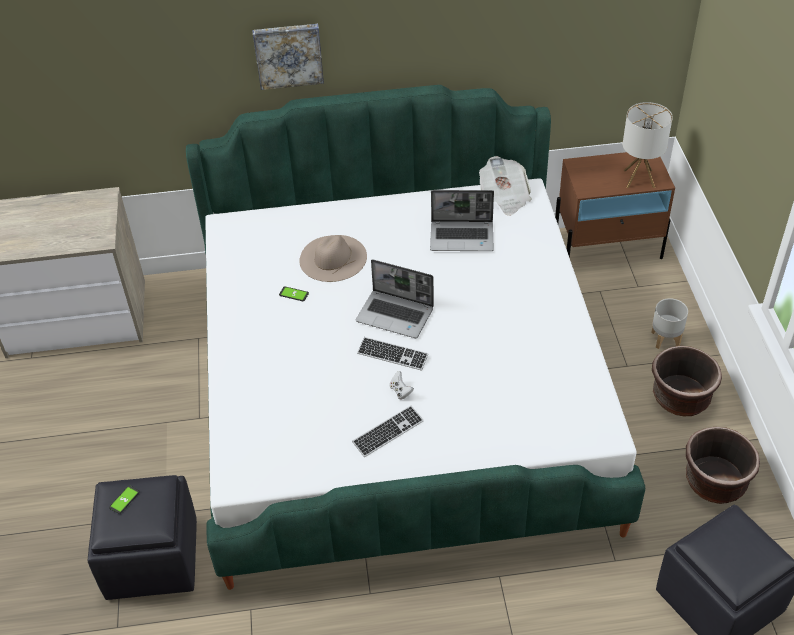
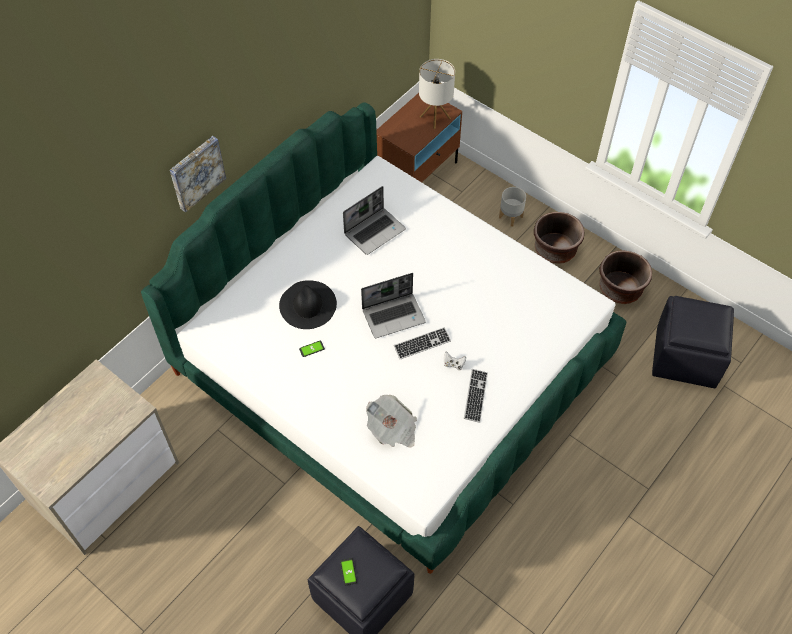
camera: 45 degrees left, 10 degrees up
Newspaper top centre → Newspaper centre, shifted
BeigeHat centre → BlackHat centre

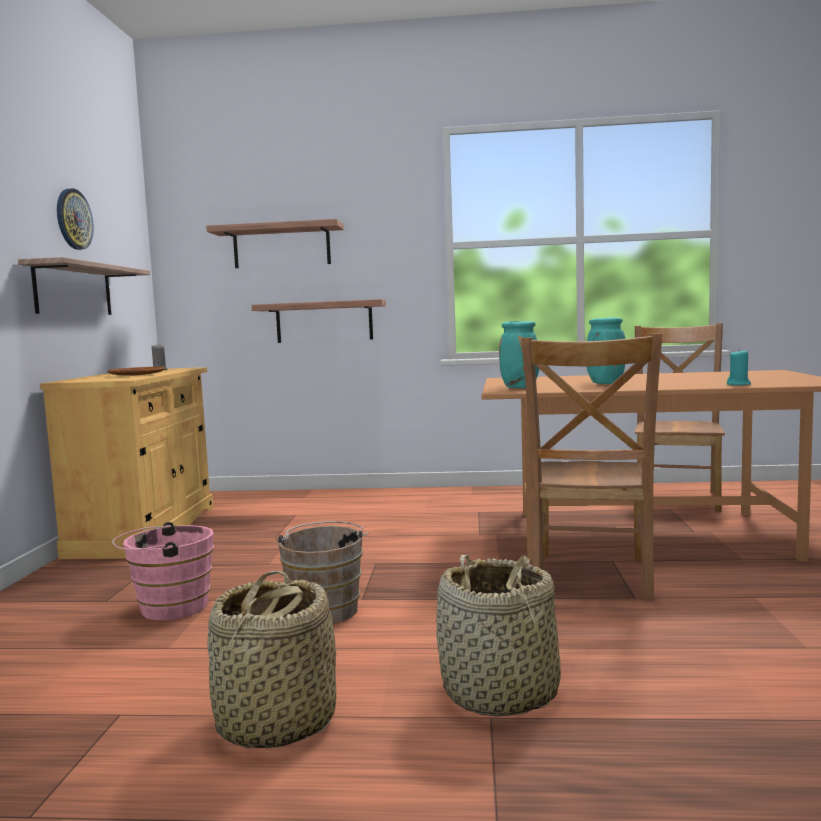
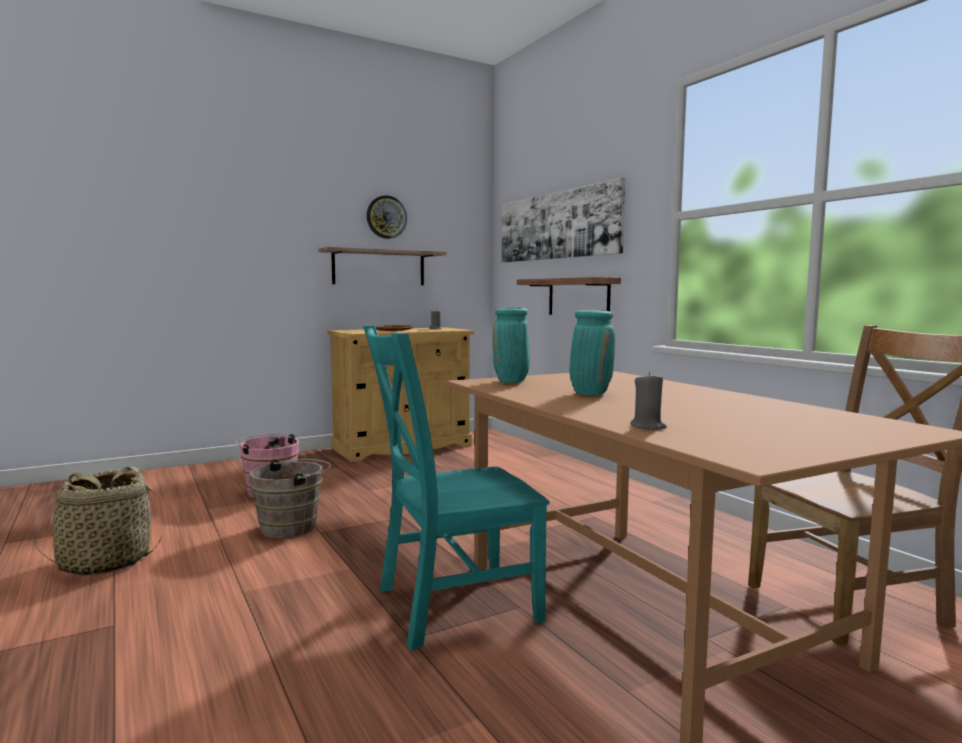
camera: 55 degrees right, 0 degrees up
Shelf (no. 2 from left) top centre → Picture top centre
BrownChair (no. 1 from left) middle right → TurquoiseChair centre
TurquoiseCandle middle right → GreyCandle (no. 2 from left) middle right
Basket (no. 2 from left) bottom centre → -

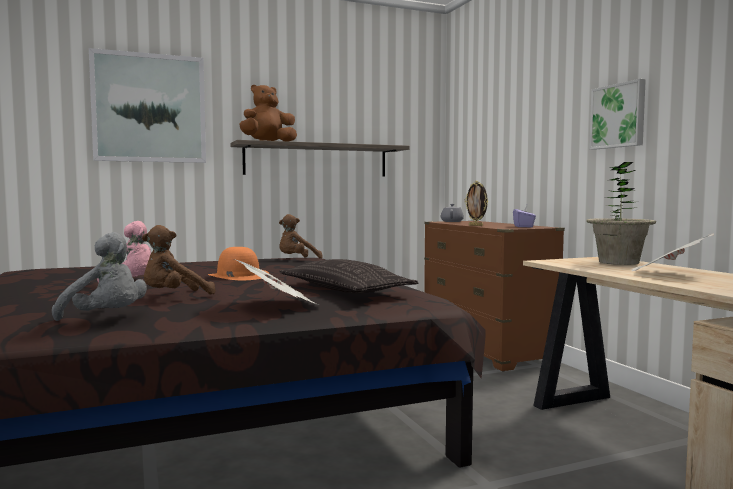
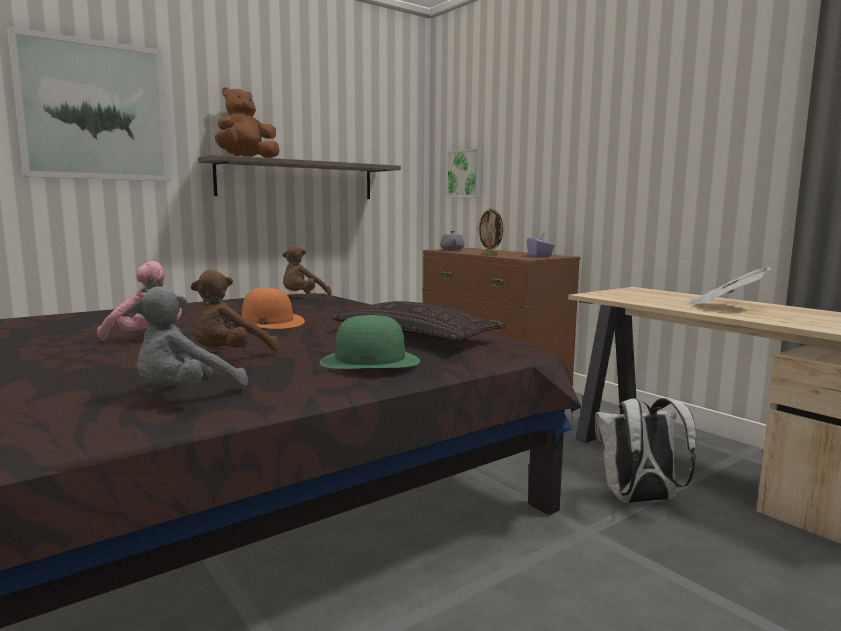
camera: 15 degrees left, 5 degrees up
Picture (no. 2 from left) top right → Picture (no. 2 from left) top centre, shifted
PottedPlant middle right → -
GreyPlushToy middle left, 120 degrees clockwise
Newspaper (no. 1 from left) centre → GreenHat centre
- → WhiteBackpack bottom right

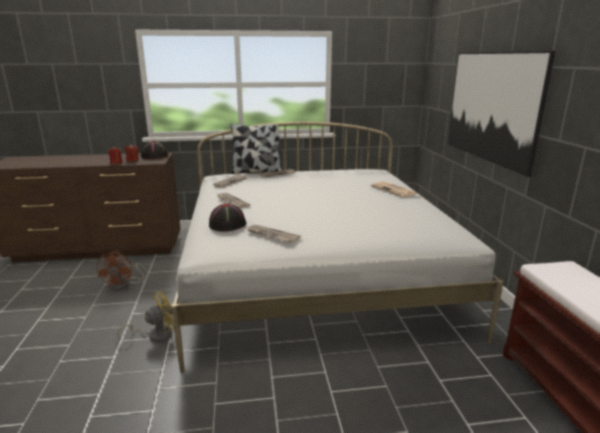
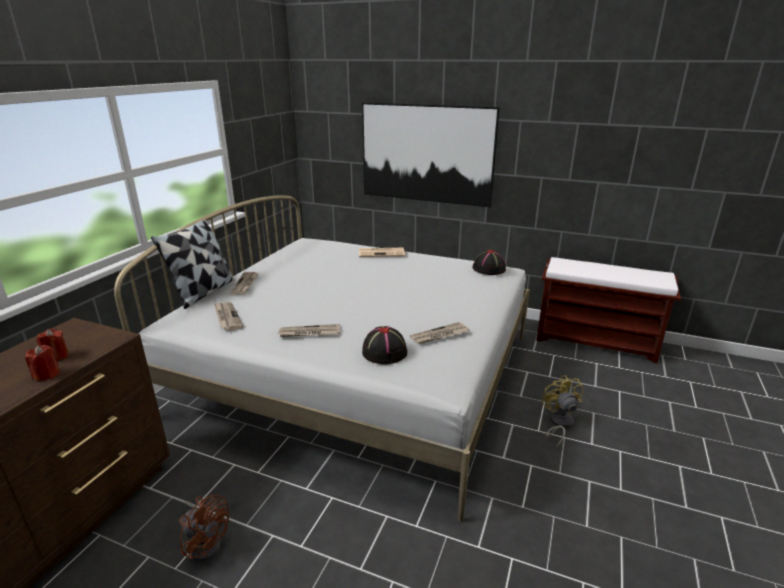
camera: 60 degrees left, 5 degrees up
BlackHat (no. 1 from left in the first image) middle left → BlackHat (no. 2 from left) centre, shifted
YellowFan bottom left → YellowFan bottom right, shifted

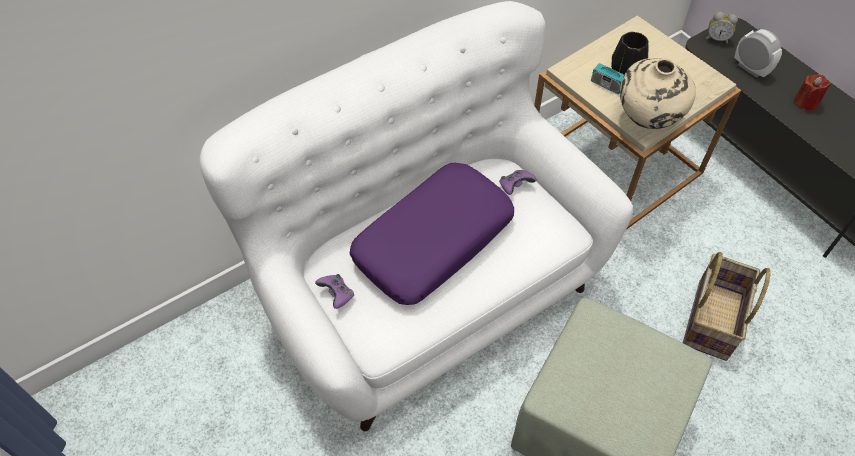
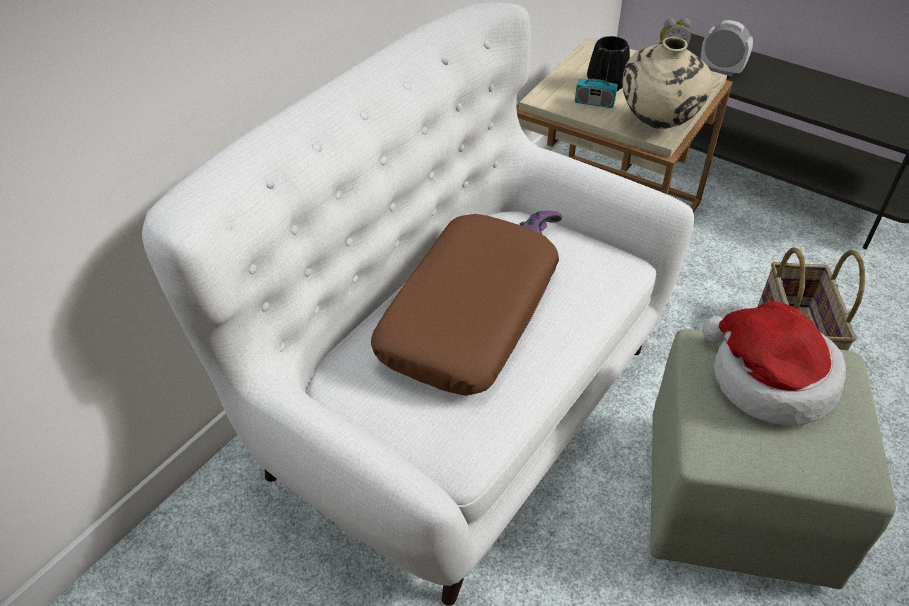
camera: 20 degrees left, 10 degrees down
RedCandle top right → -
PurplePillow centre → BrownPillow centre
PurpleGameController (no. 1 from left) centre → -
- → Hat middle right

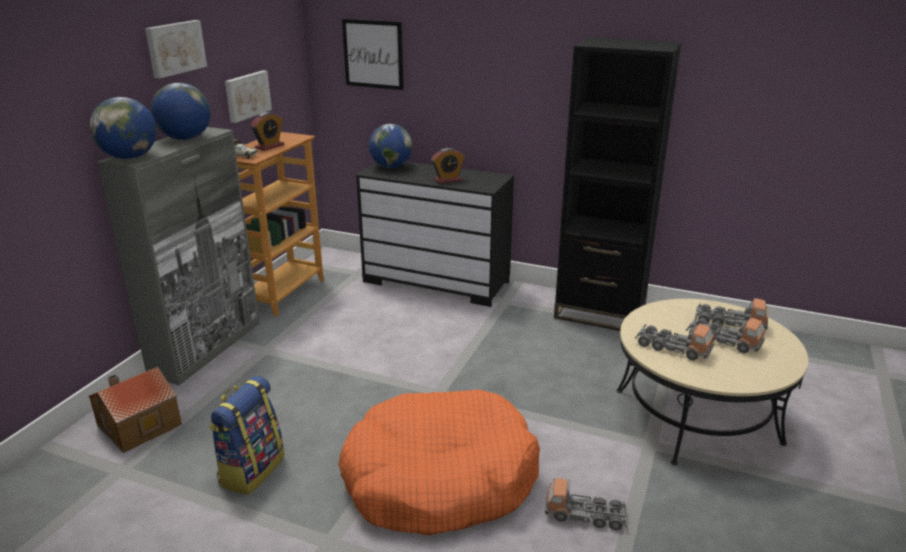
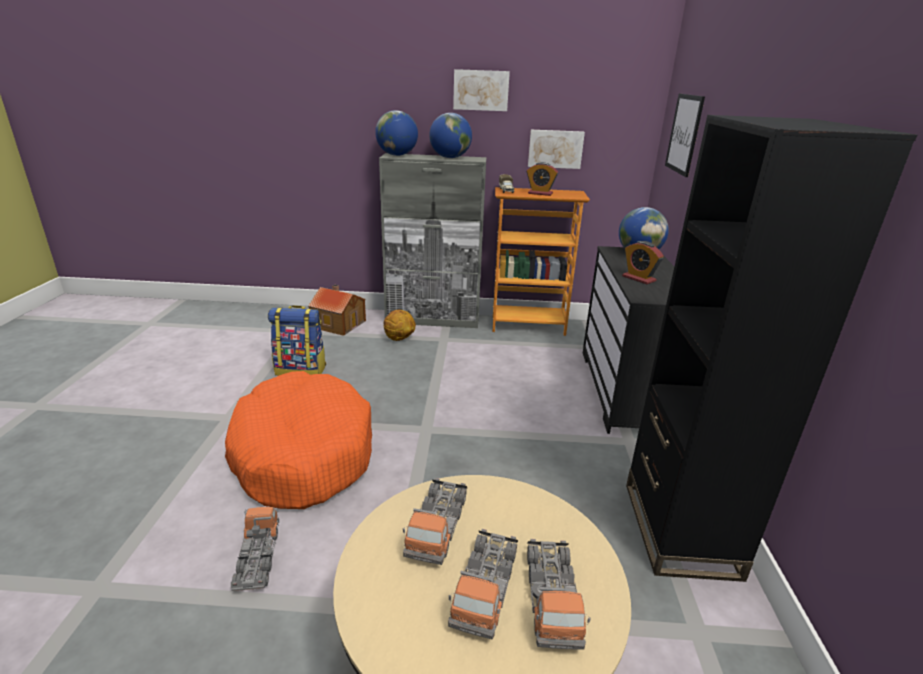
camera: 70 degrees right, 0 degrees up
- → Basketball centre

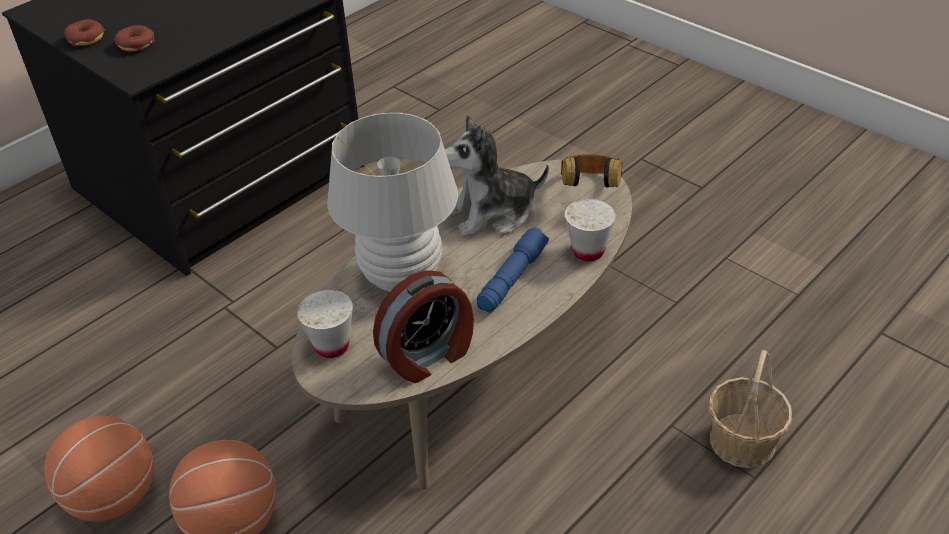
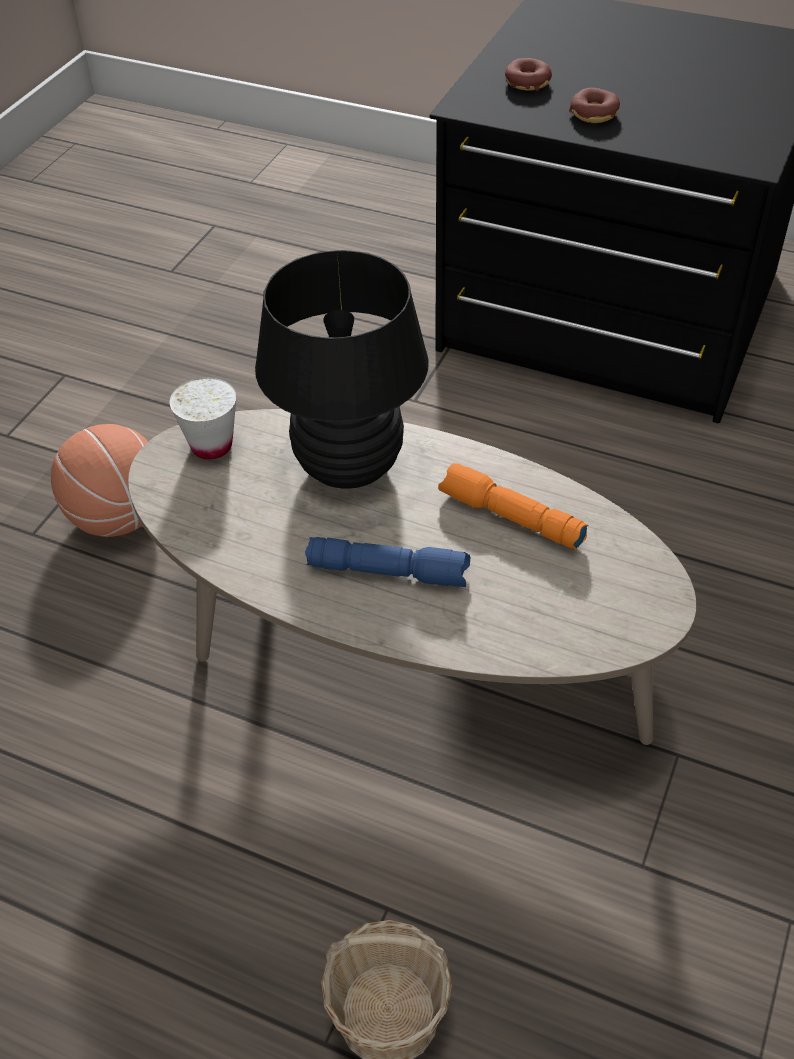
camera: 70 degrees right, 5 degrees up
Donut (no. 1 from left in the first image) top left → Donut (no. 2 from left) top right, shifted
WhiteTableLamp centre → BlackTableLamp centre
PlushToy top centre → OrangeFlashlight centre
Headphones top centre → -
WhiteCup (no. 2 from left) centre → -
AlarmClock centre → -
Basketball (no. 1 from left) bottom left → -

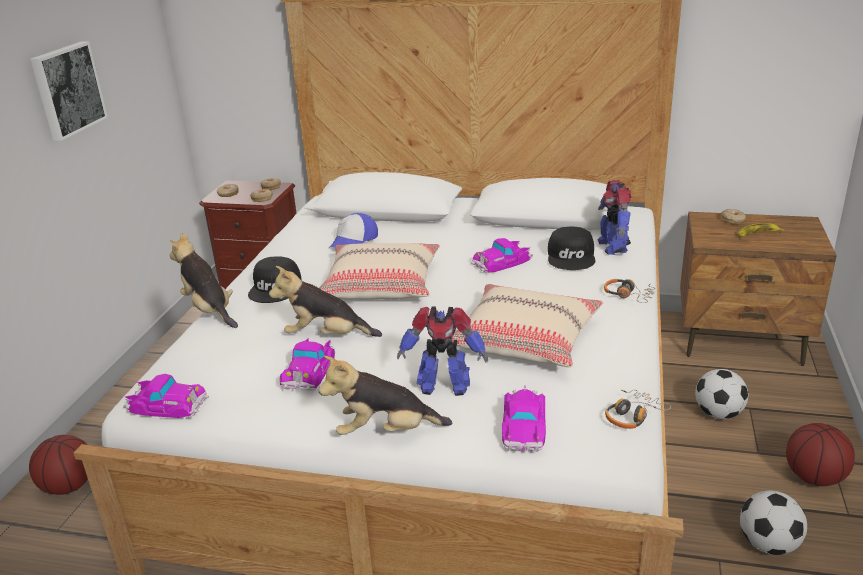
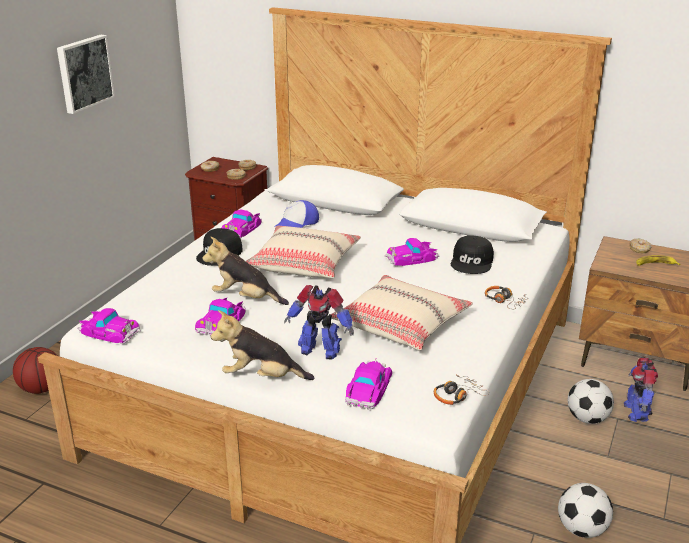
camera: 10 degrees right, 0 degrees up
ToyRobot (no. 2 from left) middle right → ToyRobot (no. 2 from left) bottom right, shifted
PlushToy (no. 1 from left) middle left → -
Basketball (no. 2 from left) bottom right → -
- → ToyCar (no. 3 from left) centre

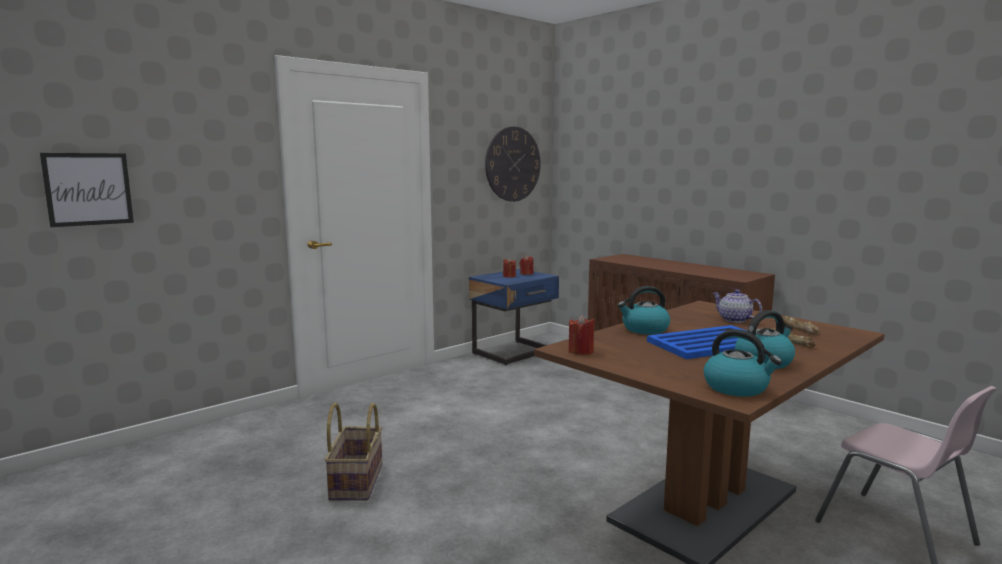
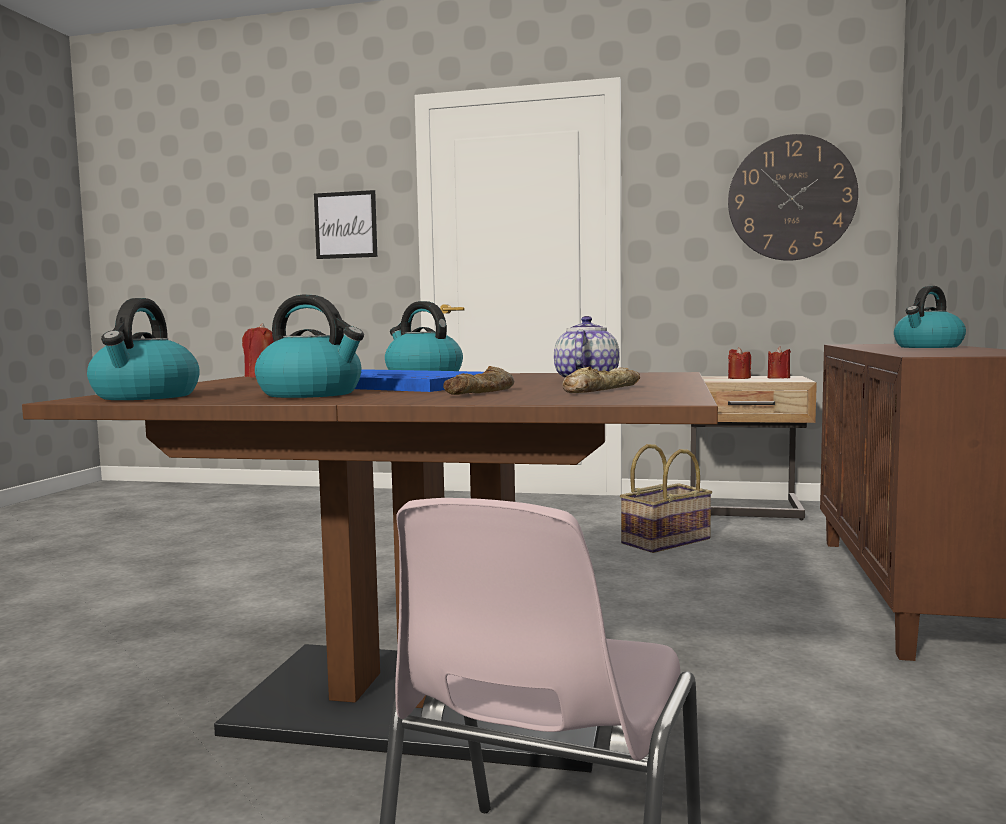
camera: 55 degrees right, 5 degrees down
Picture middle left → Picture top centre, shifted
BlueNightstand centre → BeigeNightstand middle right
Basket bottom centre → Basket centre, shifted
- → Kettle (no. 4 from left) middle right

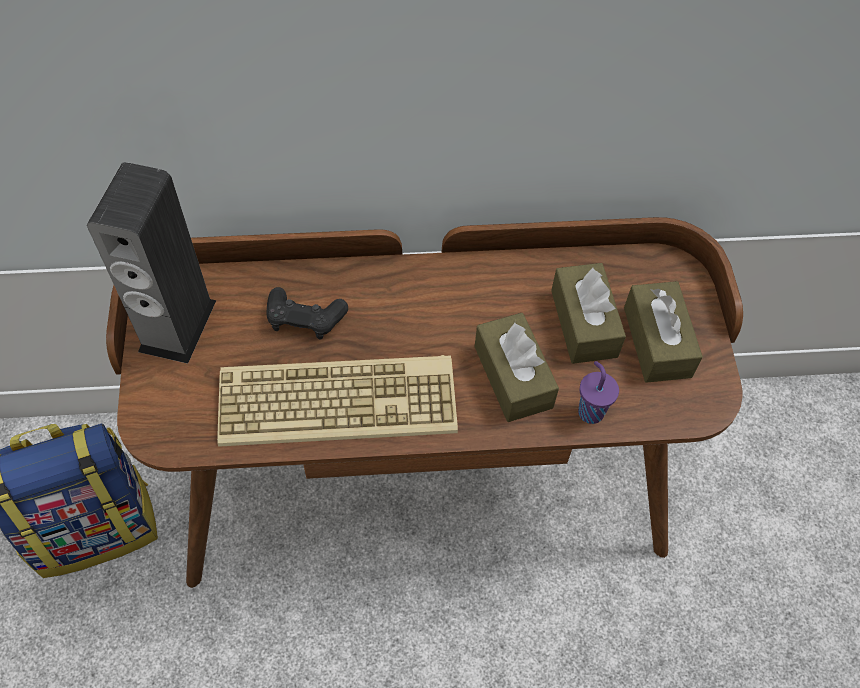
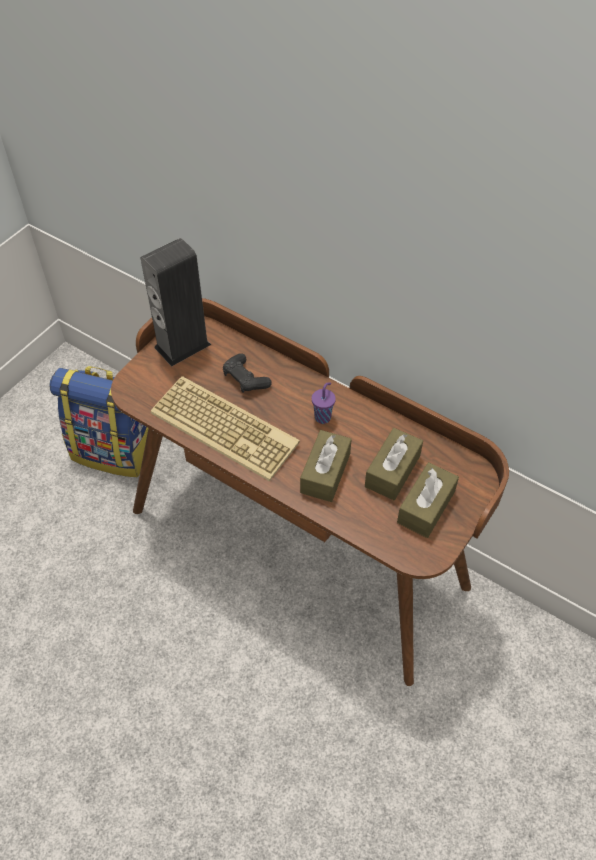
camera: 40 degrees right, 5 degrees down
PurpleCup middle right → PurpleCup centre, shifted

